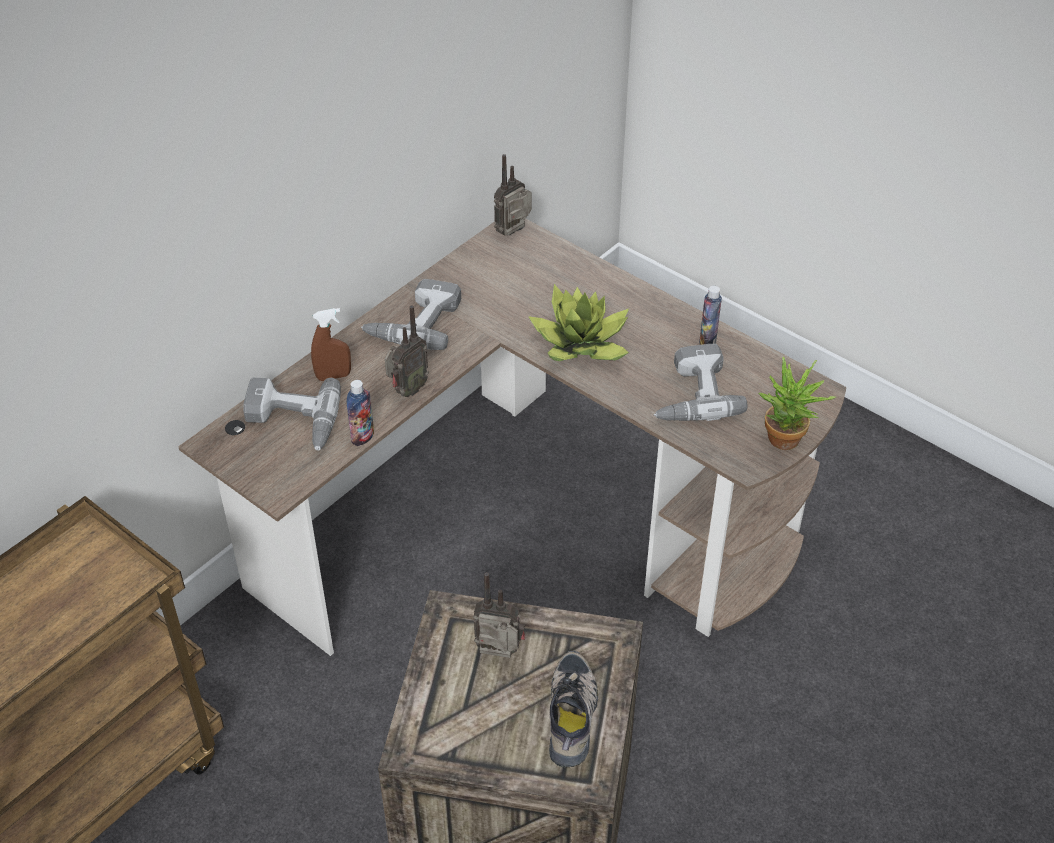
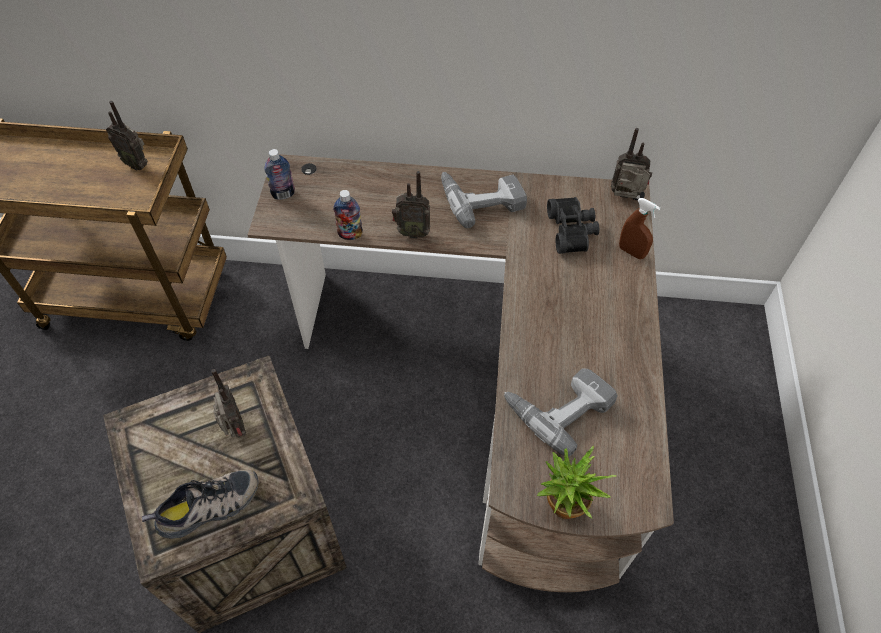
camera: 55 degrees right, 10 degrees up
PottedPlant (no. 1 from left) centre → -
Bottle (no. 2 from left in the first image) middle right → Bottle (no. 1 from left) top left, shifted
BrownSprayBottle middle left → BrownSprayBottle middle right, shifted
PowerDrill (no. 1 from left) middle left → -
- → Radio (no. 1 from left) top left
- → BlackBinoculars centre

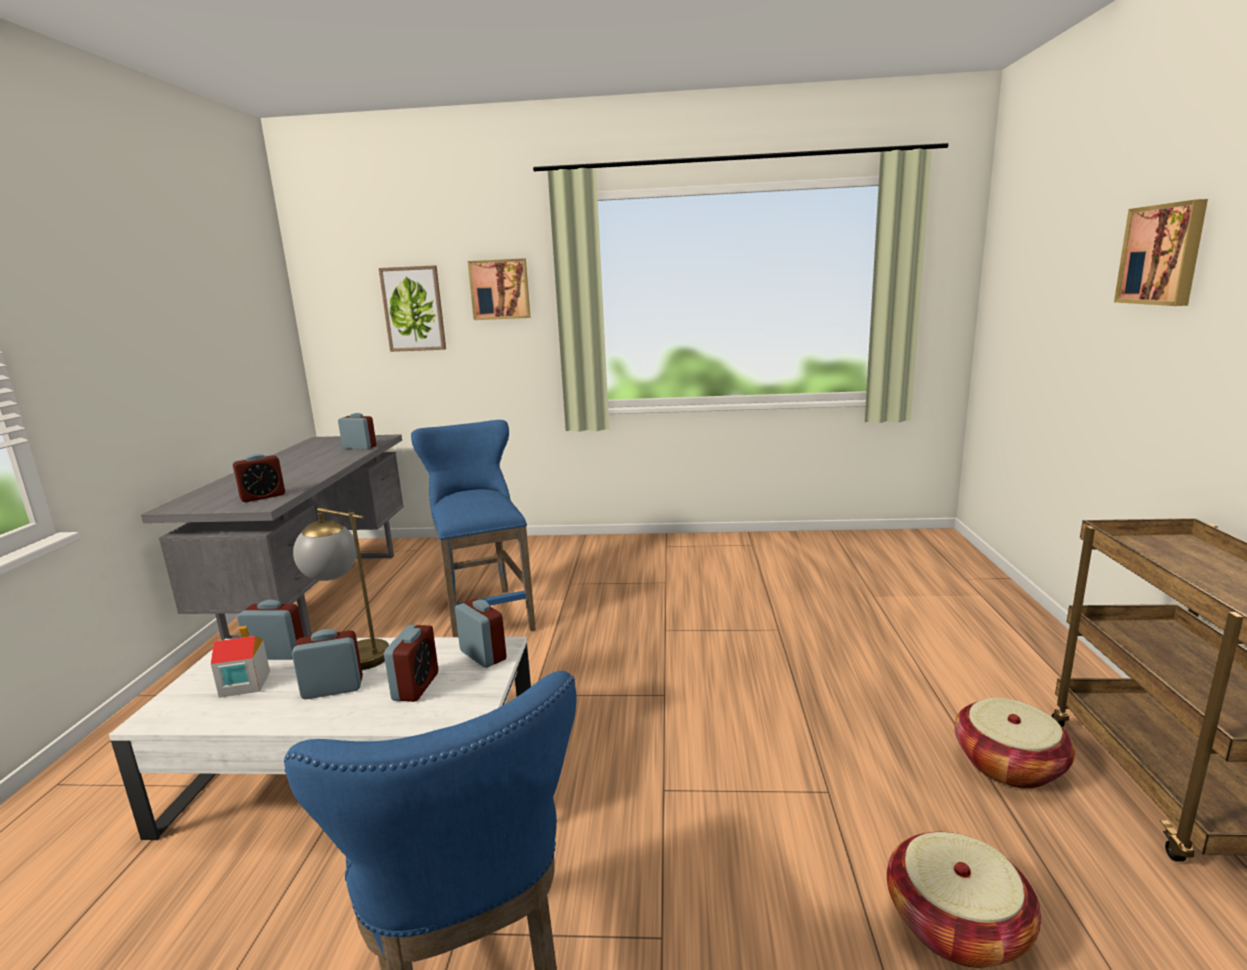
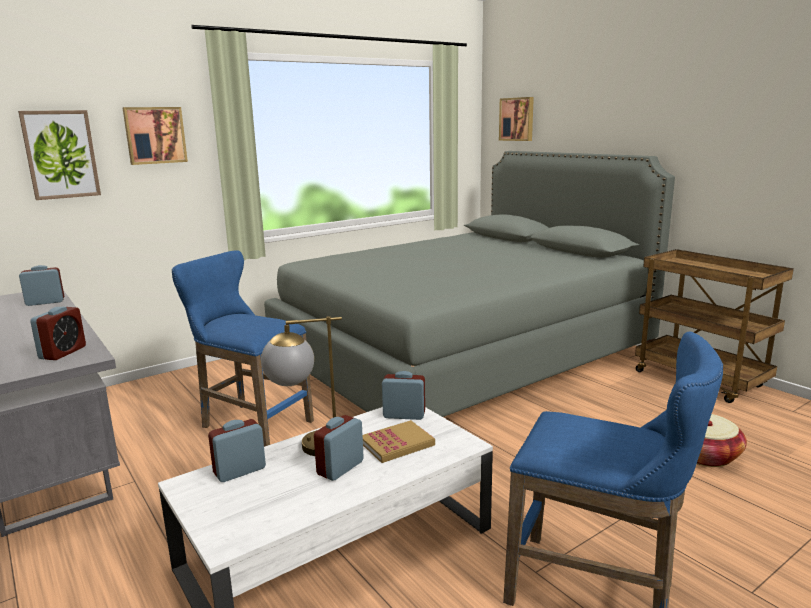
camera: 40 degrees left, 0 degrees up
Picture (no. 3 from left) top right → Picture (no. 3 from left) top centre, shifted
AlarmClock (no. 5 from left) bottom left → Book bottom centre
ToyHouse bottom left → -
Basket (no. 2 from left) bottom right → -
- → GreyBed centre

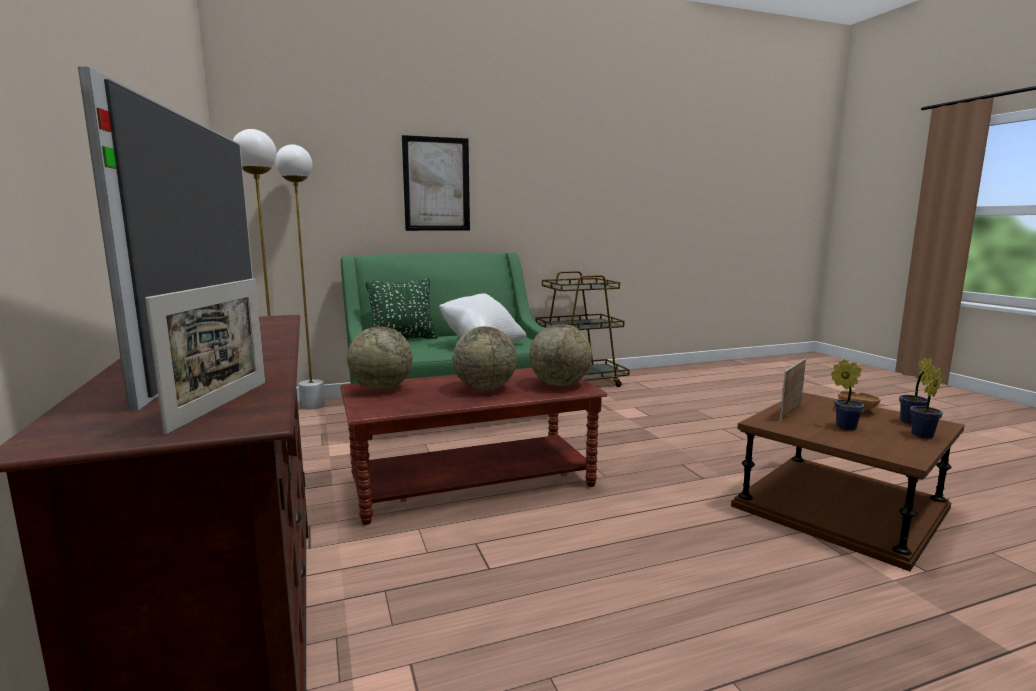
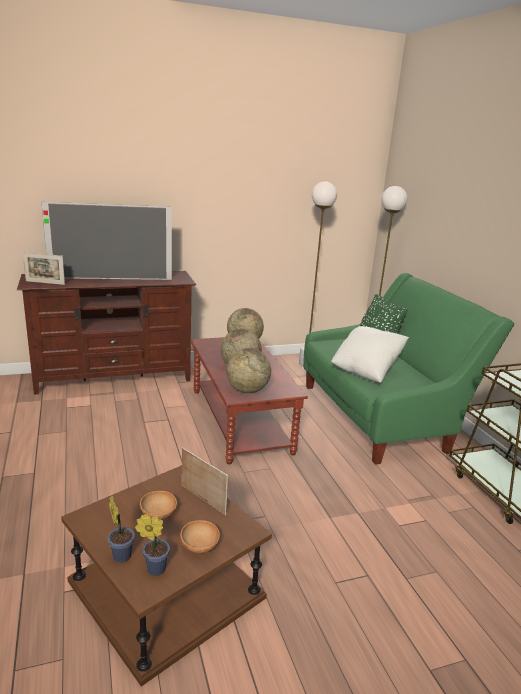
camera: 90 degrees right, 10 degrees up
Picture top centre → -
PottedPlant (no. 1 from left) middle right → BrownBowl (no. 1 from left) bottom left

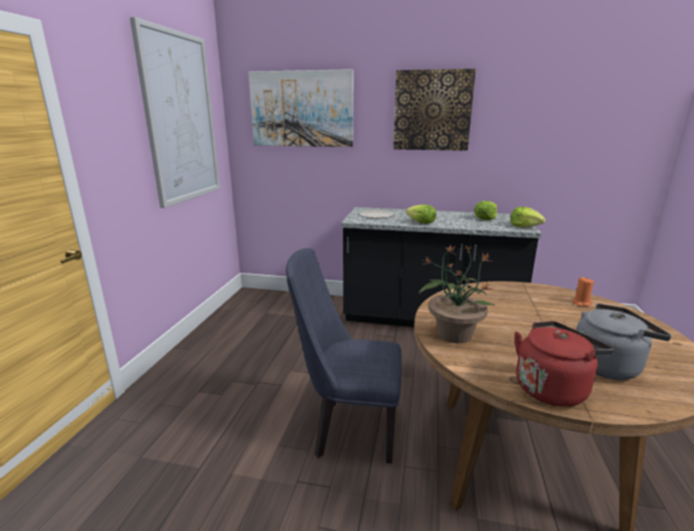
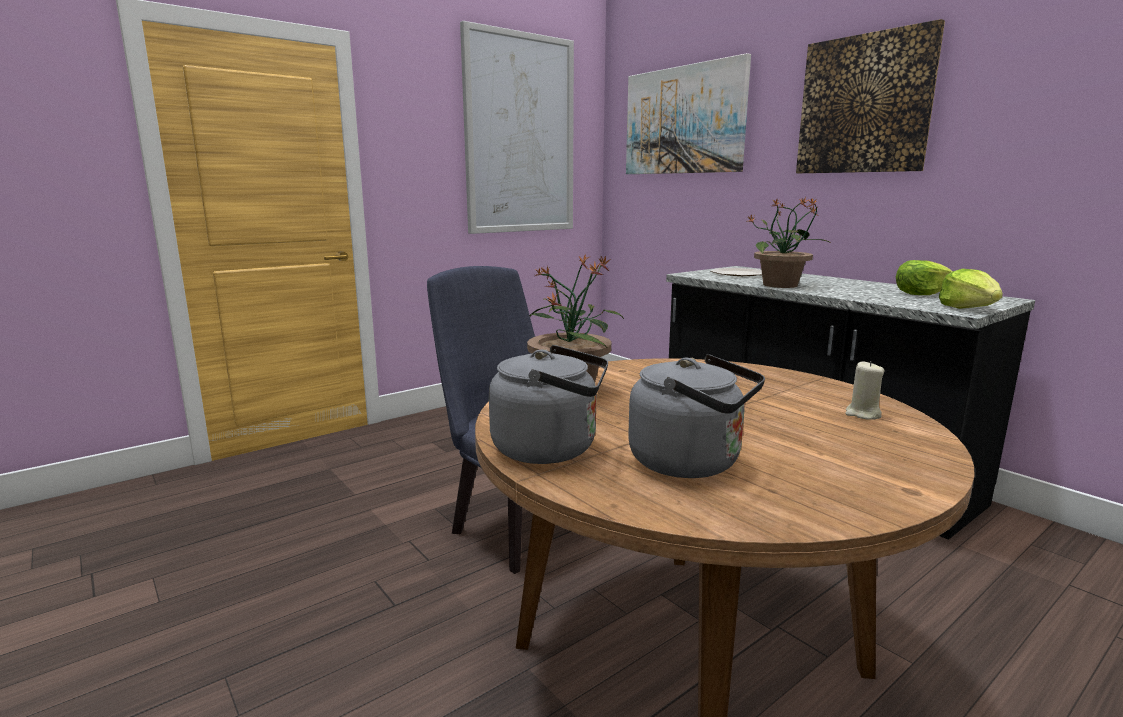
camera: 40 degrees right, 5 degrees down
Lettuce (no. 1 from left) centre → PottedPlant (no. 2 from left) middle right
OrangeCandle middle right → BeigeCandle middle right
RedKettle bottom right → GreyKettle (no. 1 from left) centre

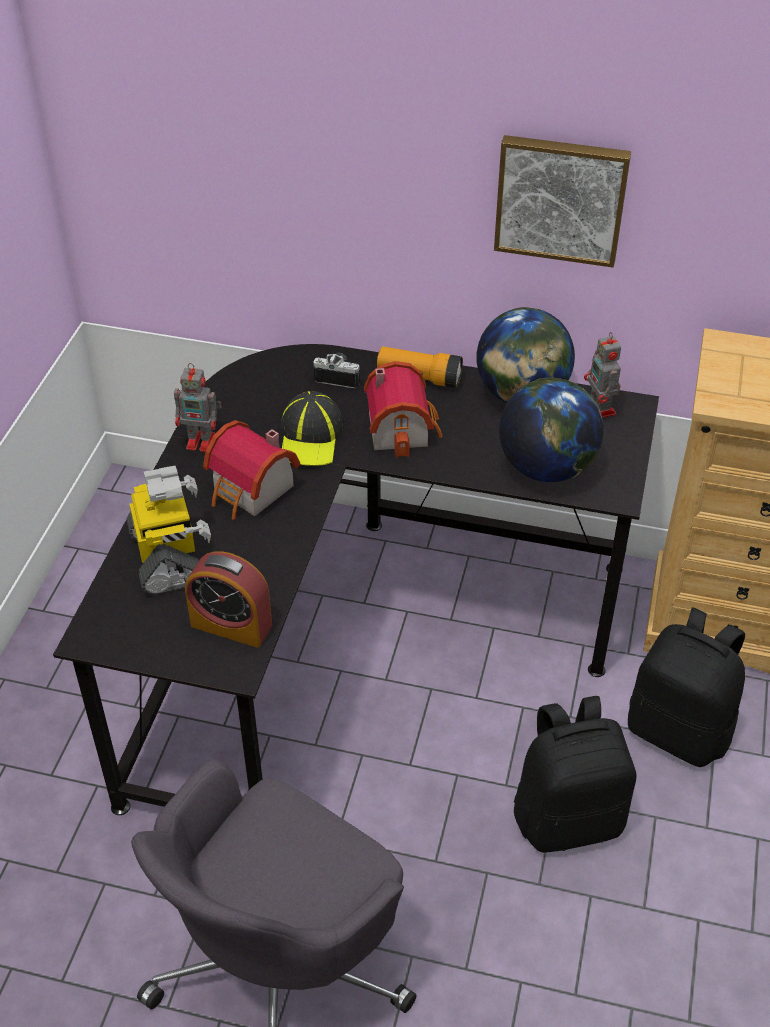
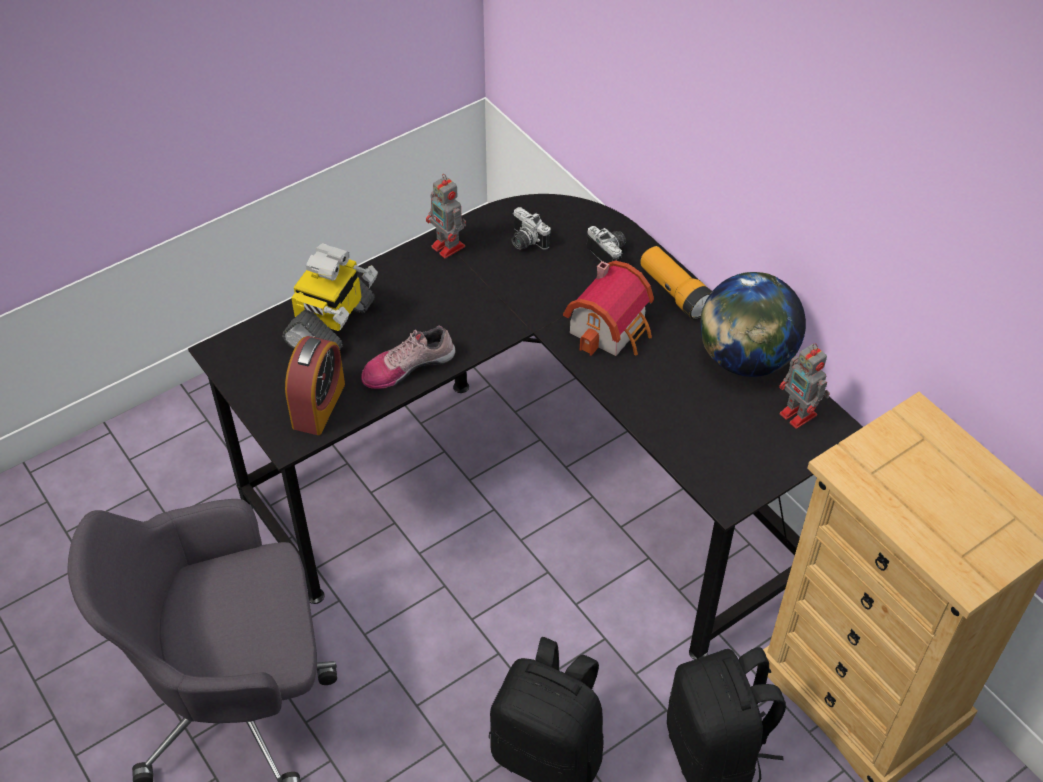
camera: 40 degrees right, 5 degrees up
Picture top right → -
ToyRobot (no. 3 from left) middle right, 60 degrees counterclockwise
Globe (no. 2 from left) middle right → -
Cap centre → -
ToyHouse (no. 1 from left) middle left → -
AlarmClock middle left, 135 degrees counterclockwise
- → PhotoCamera (no. 1 from left) top centre
- → Shoe centre

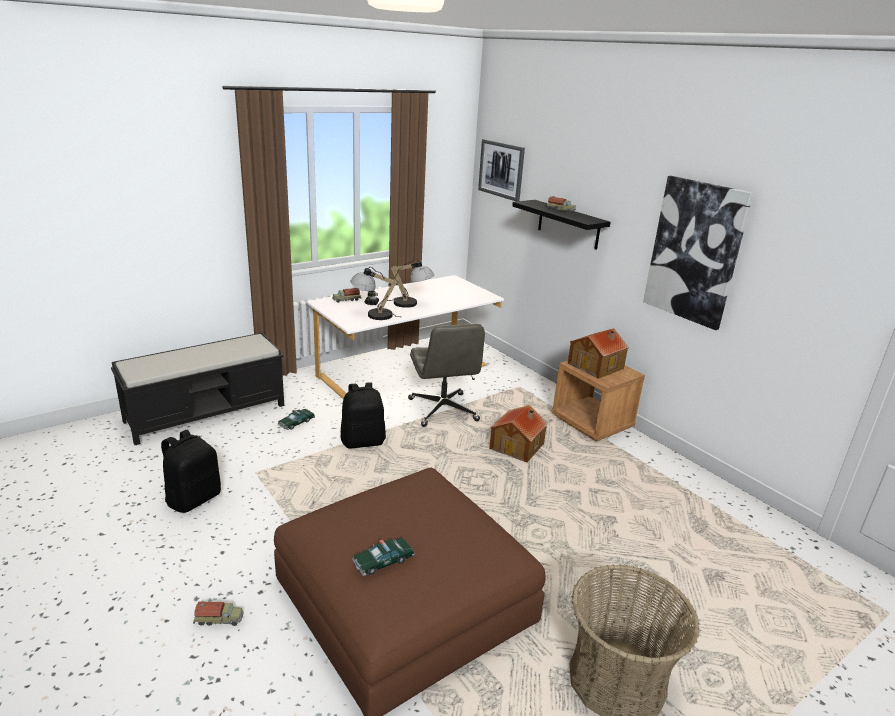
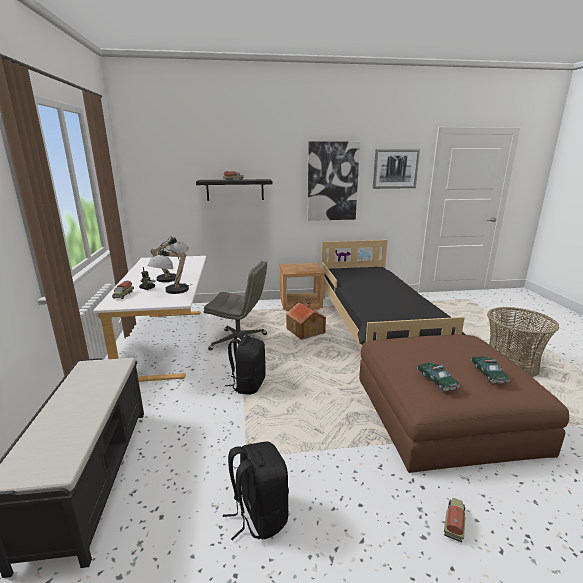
camera: 60 degrees left, 5 degrees down
Picture (no. 1 from left in the first image) top centre → Picture (no. 2 from left) top right, shifted
ToyHouse (no. 2 from left) middle right → -
ToyCar (no. 1 from left) middle left → ToyCar (no. 1 from left) middle right, shifted
- → BlackBed middle right

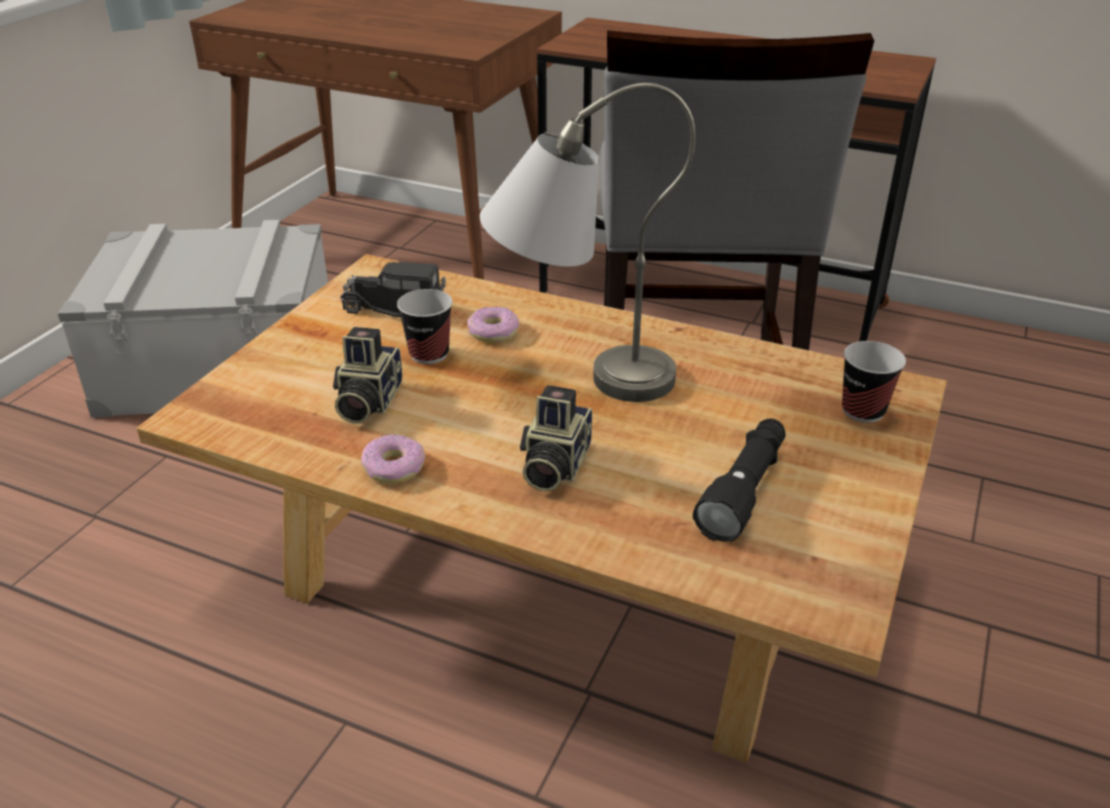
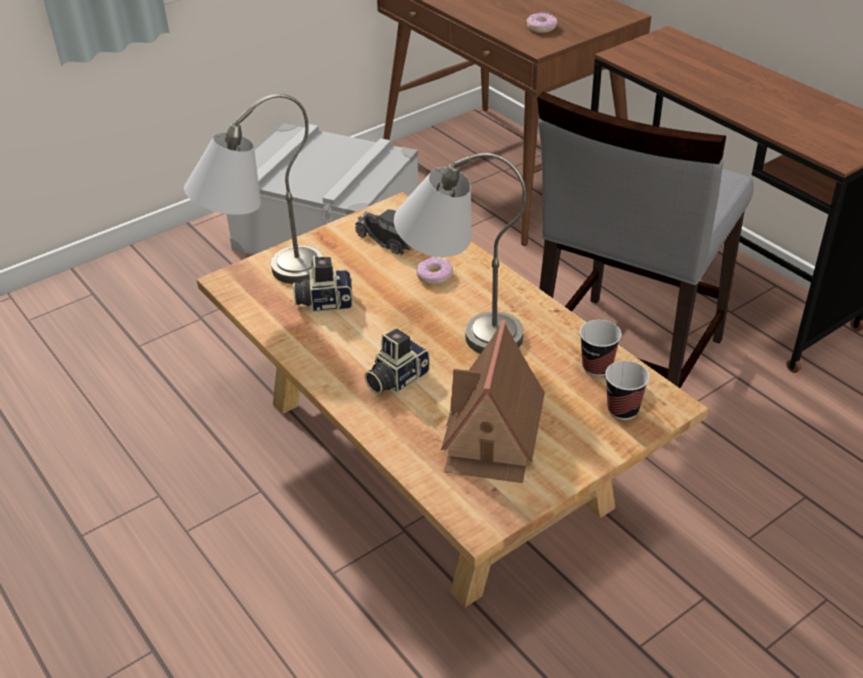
camera: 30 degrees right, 5 degrees up
Cup (no. 1 from left) centre → Cup (no. 1 from left) middle right, shifted
PhotoCamera (no. 1 from left) middle left → PhotoCamera (no. 1 from left) centre, 45 degrees clockwise
BlackFlashlight centre → ToyHouse centre
Donut (no. 1 from left in the first image) centre → Donut (no. 2 from left) top centre, shifted
- → GreyTableLamp (no. 1 from left) top left

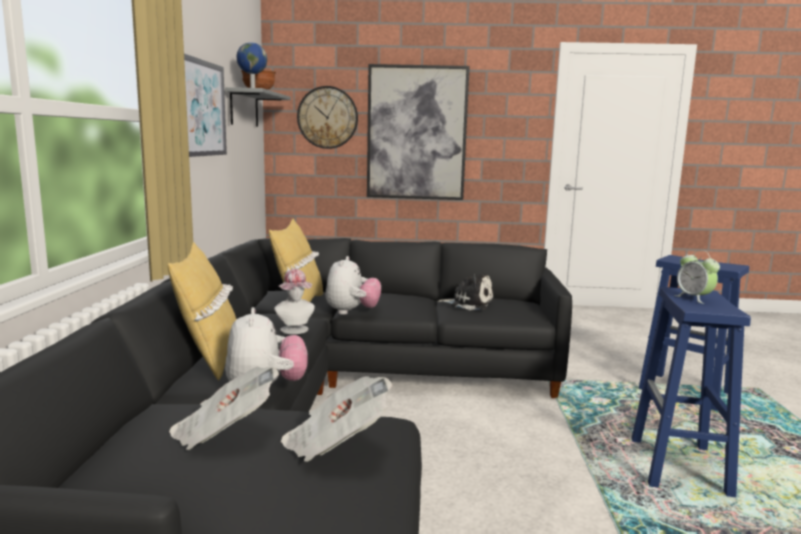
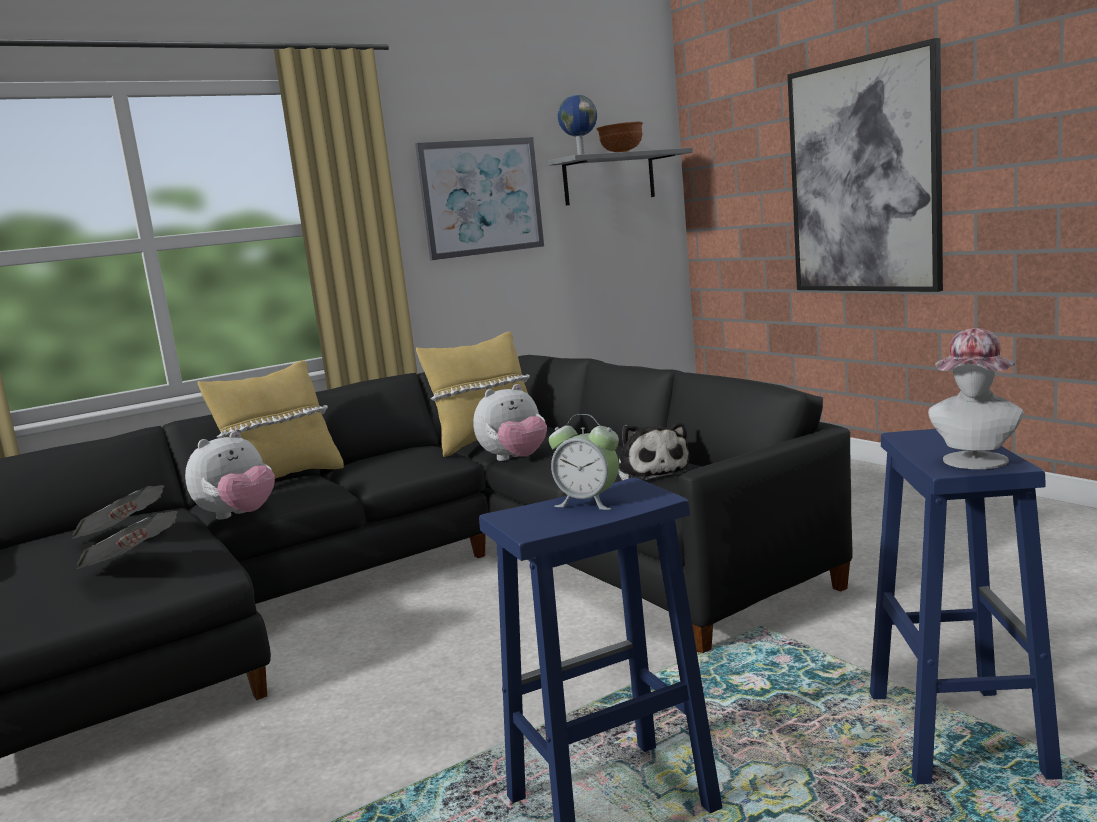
camera: 55 degrees right, 0 degrees up
WallClock top centre → -
AlarmClock middle right → AlarmClock centre, 90 degrees counterclockwise
Hat centre → Hat middle right, shifted

